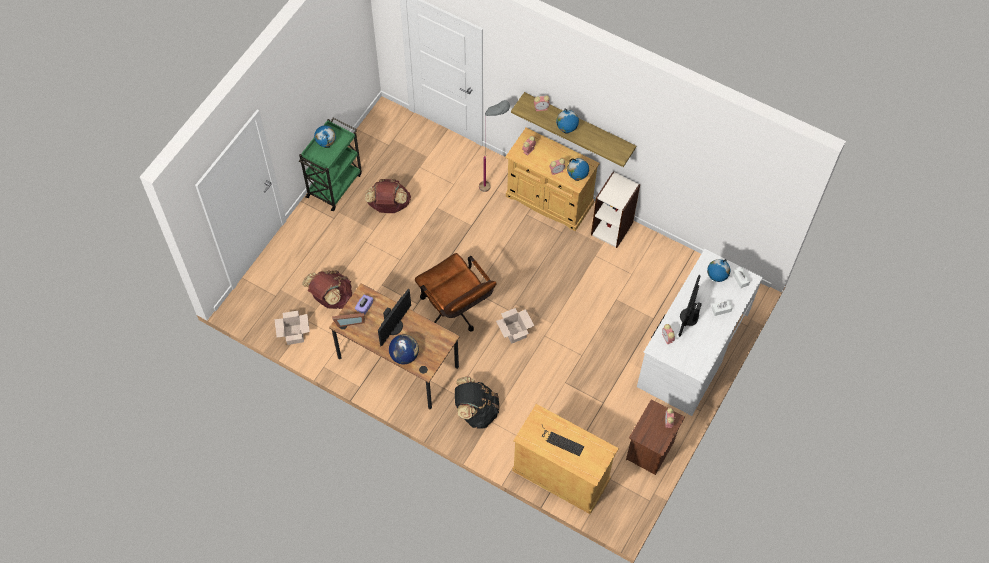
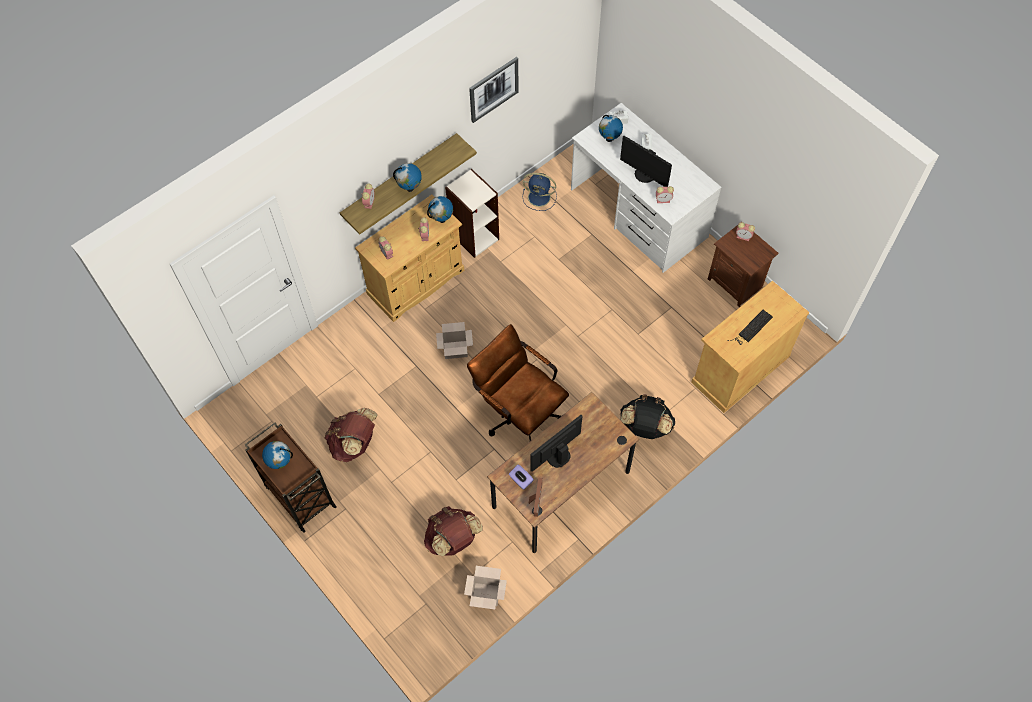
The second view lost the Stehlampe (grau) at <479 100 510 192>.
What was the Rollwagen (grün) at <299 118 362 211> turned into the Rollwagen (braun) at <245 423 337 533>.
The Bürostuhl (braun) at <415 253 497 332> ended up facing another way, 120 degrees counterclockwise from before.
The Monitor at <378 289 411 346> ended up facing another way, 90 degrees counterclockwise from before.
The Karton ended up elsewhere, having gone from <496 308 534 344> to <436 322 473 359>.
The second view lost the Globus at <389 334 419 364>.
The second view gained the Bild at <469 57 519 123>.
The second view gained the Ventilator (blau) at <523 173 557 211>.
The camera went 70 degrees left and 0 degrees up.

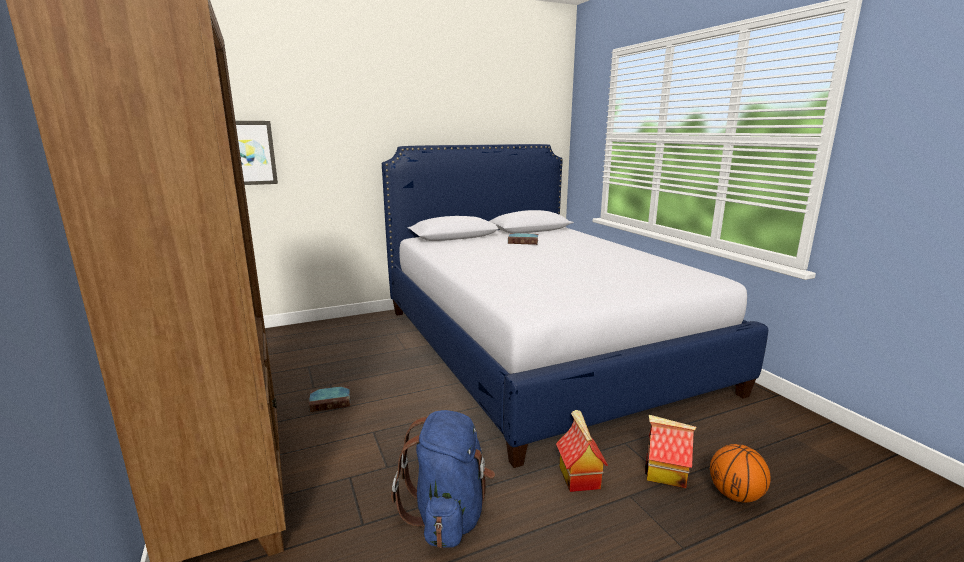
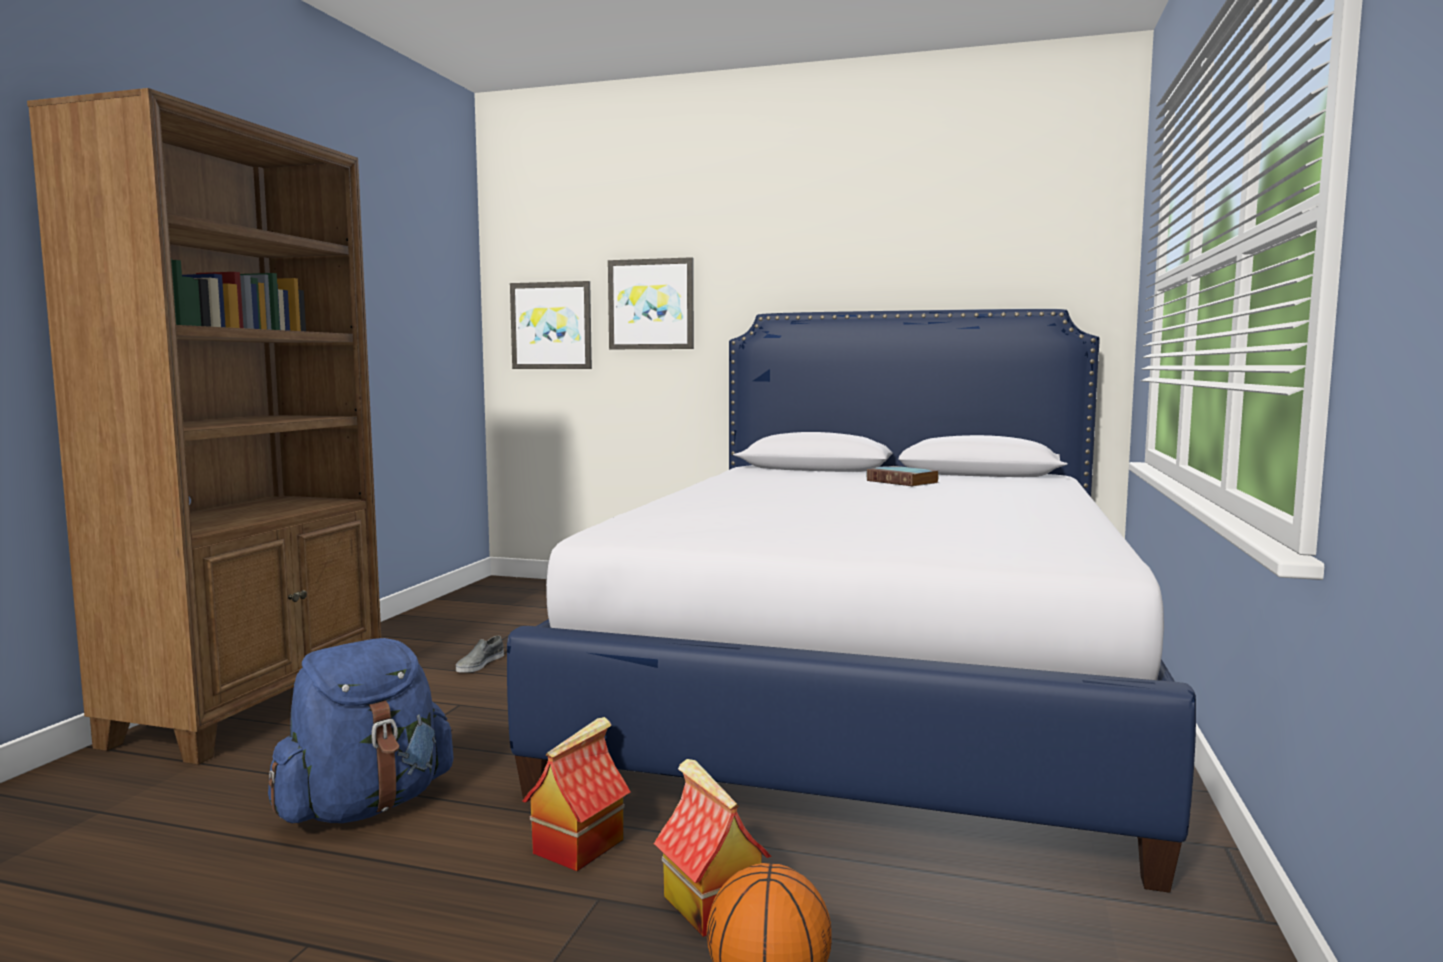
Where the Buch stood at <309 386 350 412>, the Schuh (grau) came to stand at <456 636 504 673>.
The second view gained the Bild at <608 257 694 349>.
The camera went 40 degrees right and 10 degrees down.

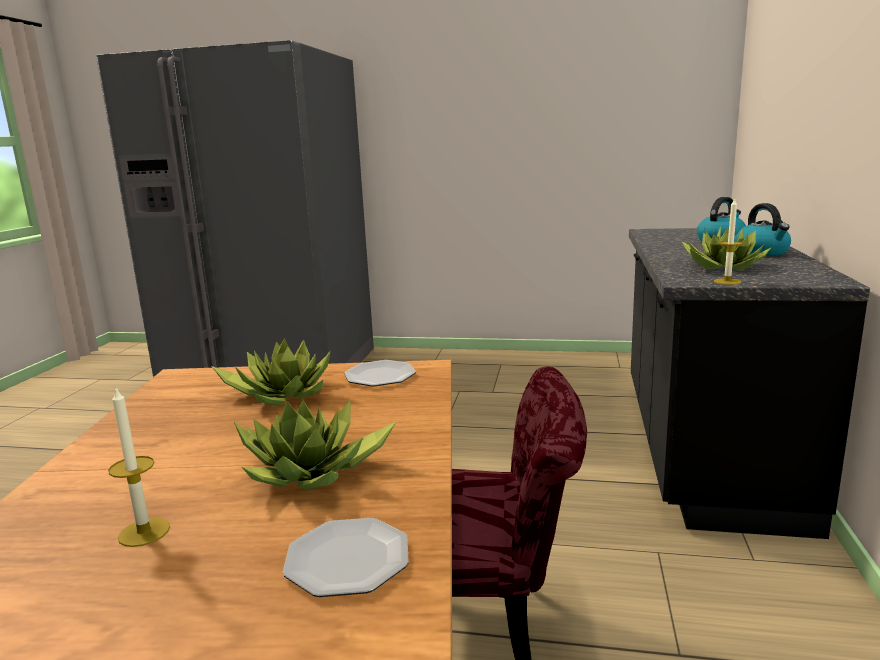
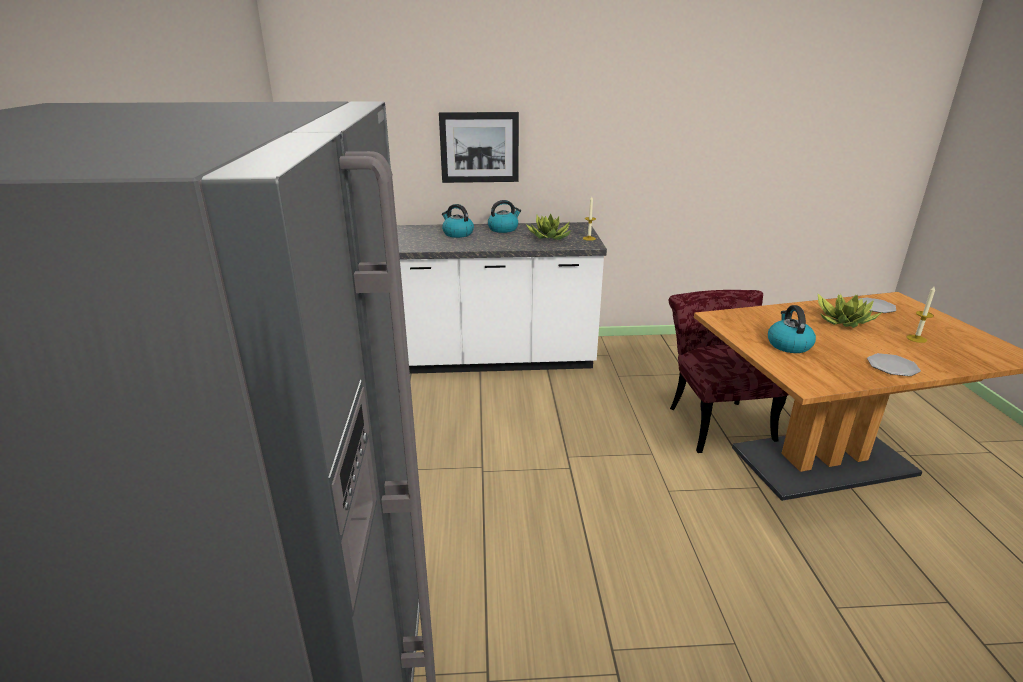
What was the Küchenzeile (schwarz) at <629 228 870 539> turned into the Küchenzeile (weiß) at <397 222 607 374>.
Where the Topfpflanze stood at <212 338 330 405>, the Wasserkessel came to stand at <768 305 816 353>.
The Teller ended up elsewhere, having gone from <344 360 416 386> to <867 353 921 376>.
The second view gained the Bild at <439 112 519 183>.
The camera went 105 degrees left and 10 degrees up.

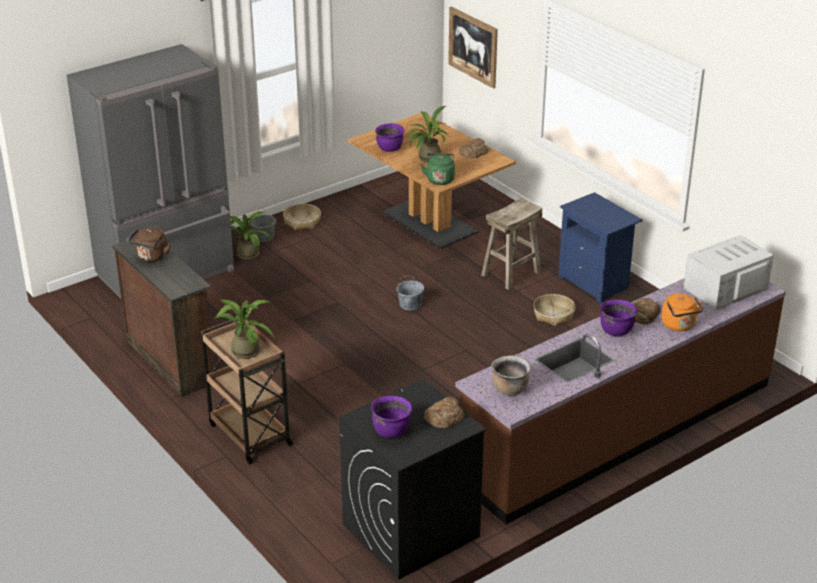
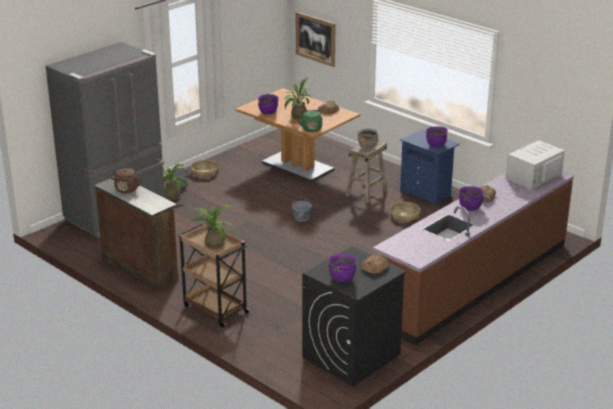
The second view lost the Wasserkessel (orange) at <661 293 703 331>.
The Kochtopf (braun) ended up elsewhere, having gone from <491 356 531 396> to <357 128 379 149>.
The second view gained the Kochtopf (lila) at <426 126 448 147>.
The camera went 10 degrees left and 5 degrees down.

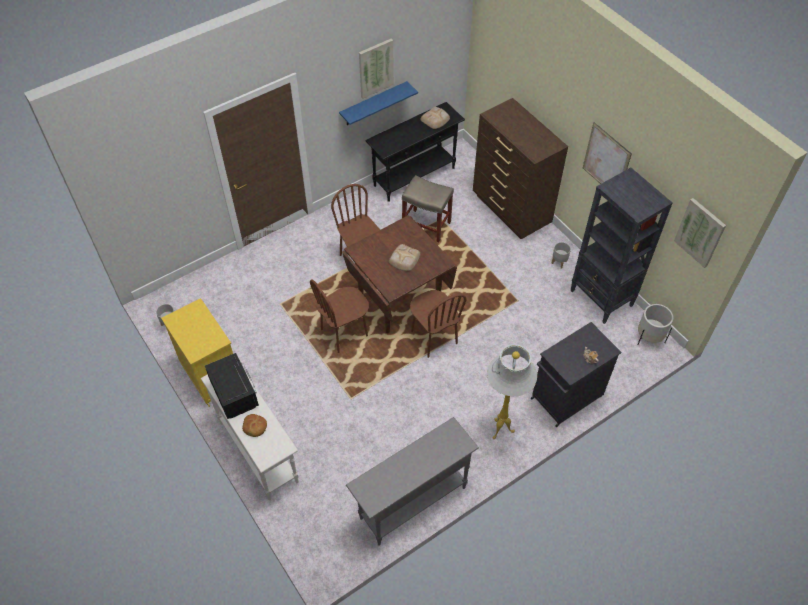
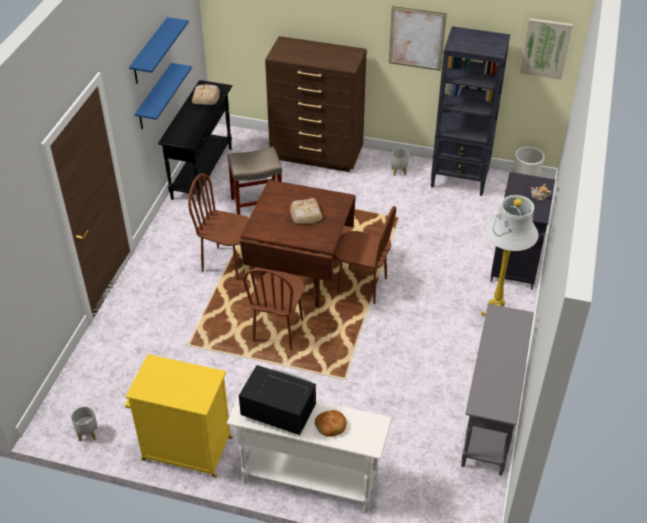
Where the Bild hung at <359 39 394 99>, the Wandregal (blau) came to hang at <129 17 189 84>.
The camera went 40 degrees left and 10 degrees down.

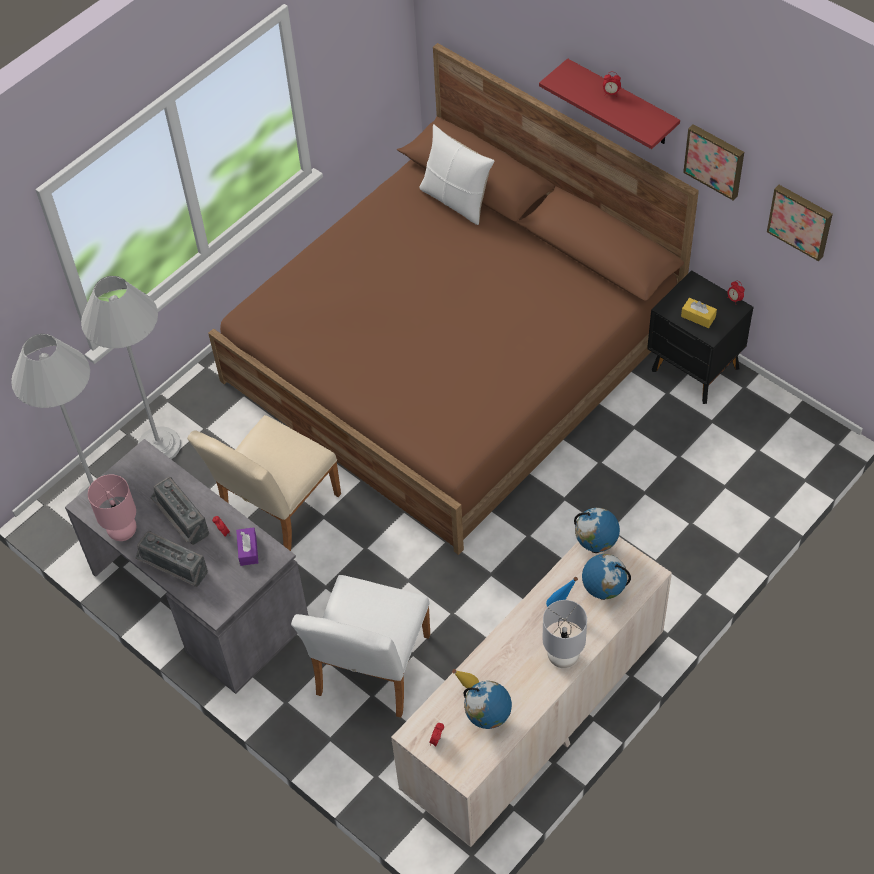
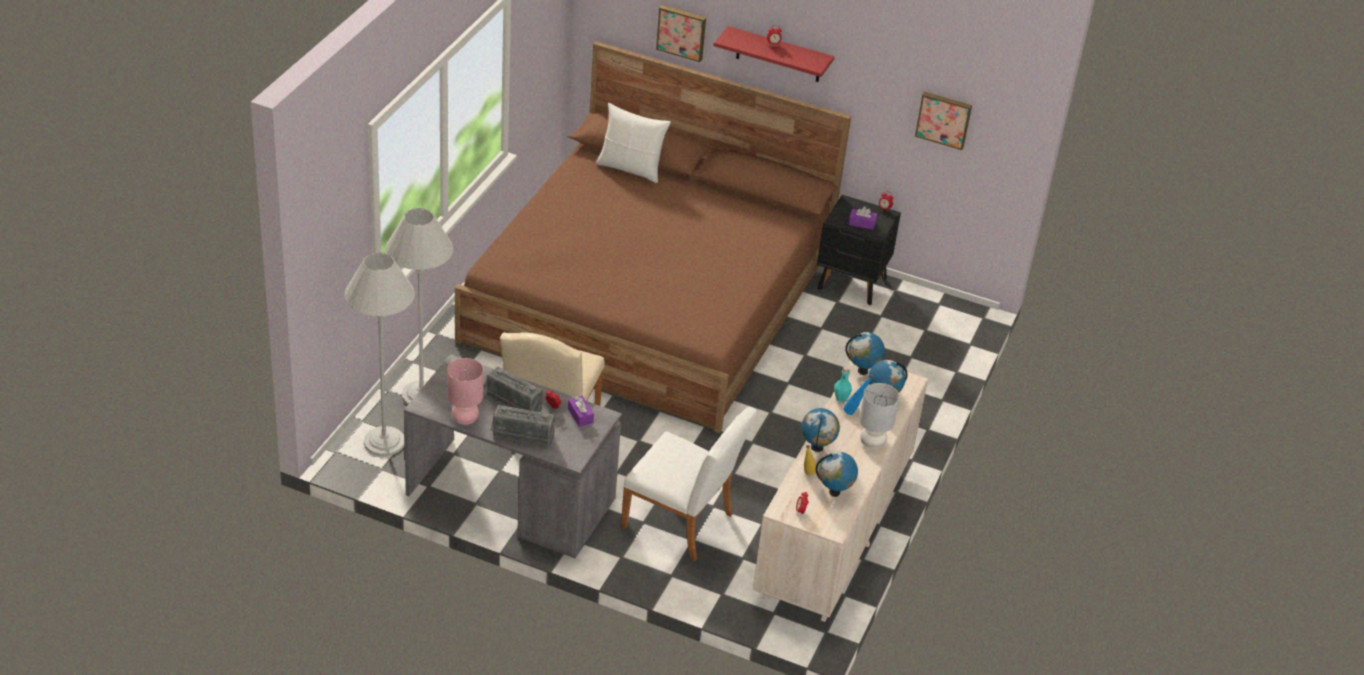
The Bild ended up elsewhere, having gone from <683 124 744 200> to <656 5 706 62>.
What was the Taschentuchbox (gelb) at <681 298 717 328> turned into the Taschentuchbox (lila) at <849 207 877 230>.
The Stuhl (weiß) at <291 575 430 718> ended up facing another way, 60 degrees counterclockwise from before.
The second view gained the Flasche (türkis) at <834 366 852 402>.
The second view gained the Globus at <801 408 840 452>.
The camera went 25 degrees left and 15 degrees down.

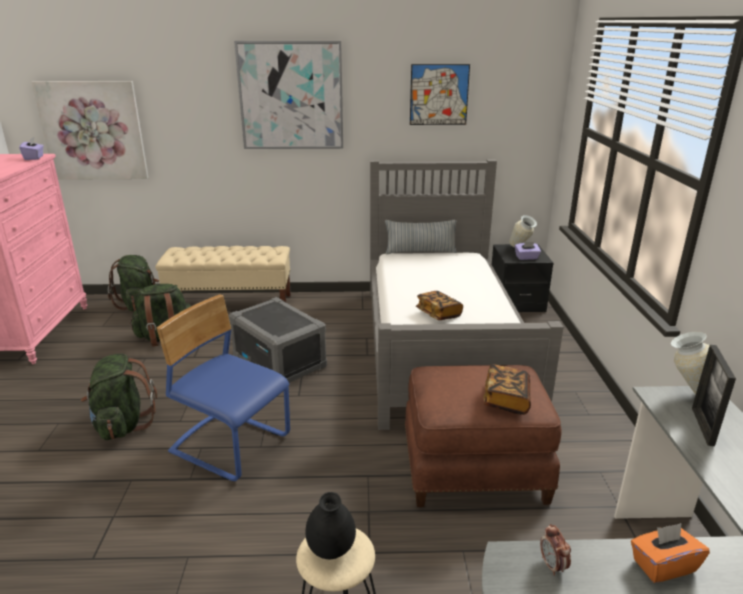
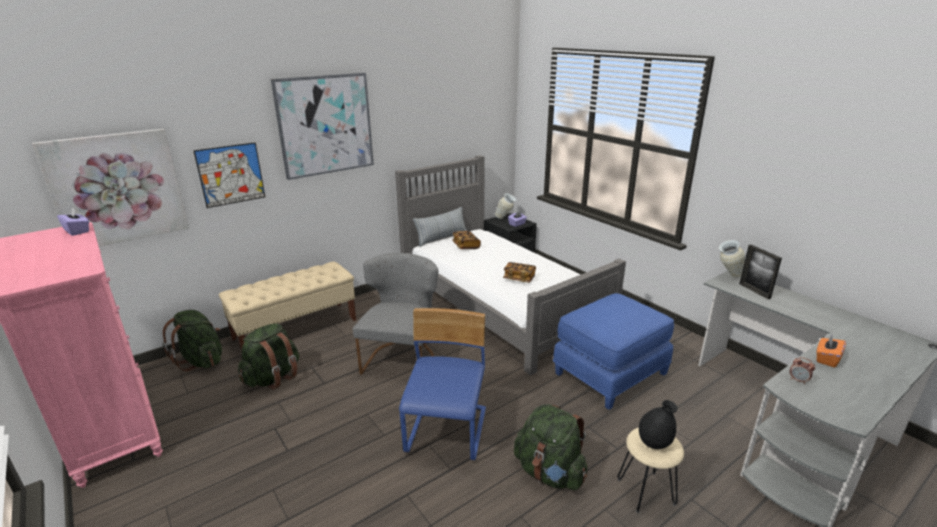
The Bild ended up elsewhere, having gone from <410 64 470 125> to <193 142 265 208>.
The Stuhl (blau) at <157 294 290 481> ended up facing another way, 105 degrees clockwise from before.
Where the Aufbewahrungsbox (grau) stood at <229 297 327 383>, the Stuhl (grau) came to stand at <353 253 438 375>.
The Rucksack (grün) ended up elsewhere, having gone from <81 354 157 440> to <514 404 587 491>.
The Buch ended up elsewhere, having gone from <483 364 531 415> to <452 231 481 249>.
What was the Polsterhocker (braun) at <405 365 562 507> turned into the Polsterhocker (blau) at <553 293 674 410>.
The camera went 35 degrees left and 0 degrees up.

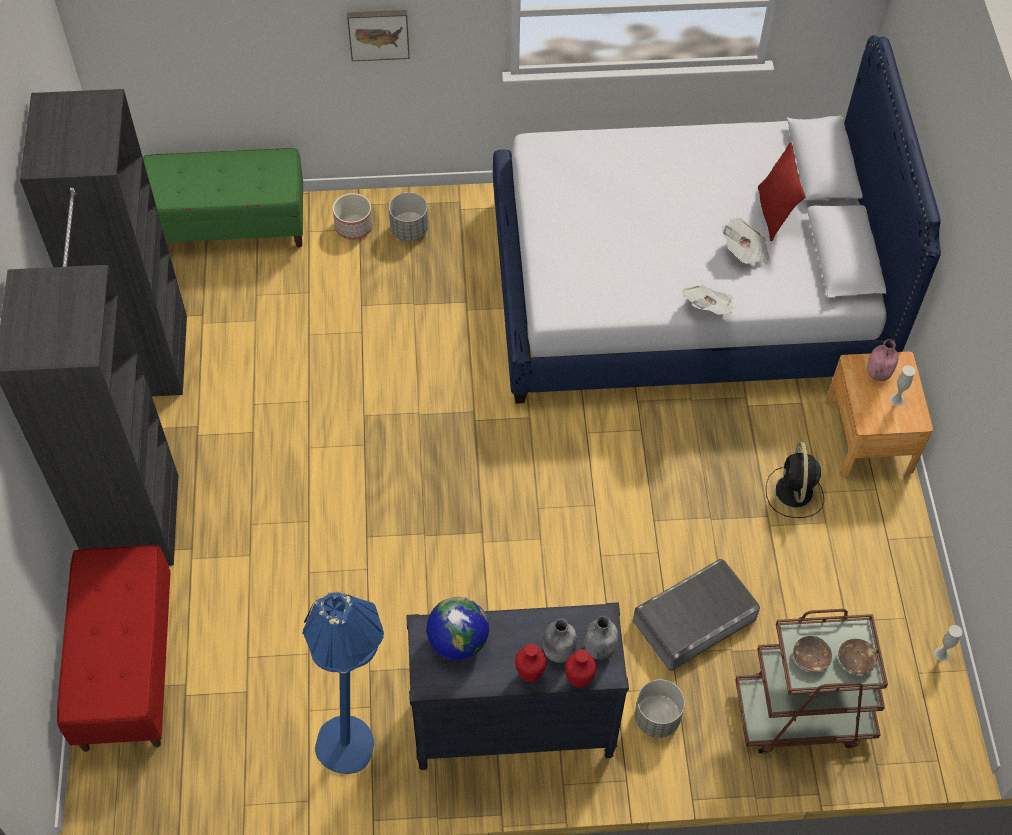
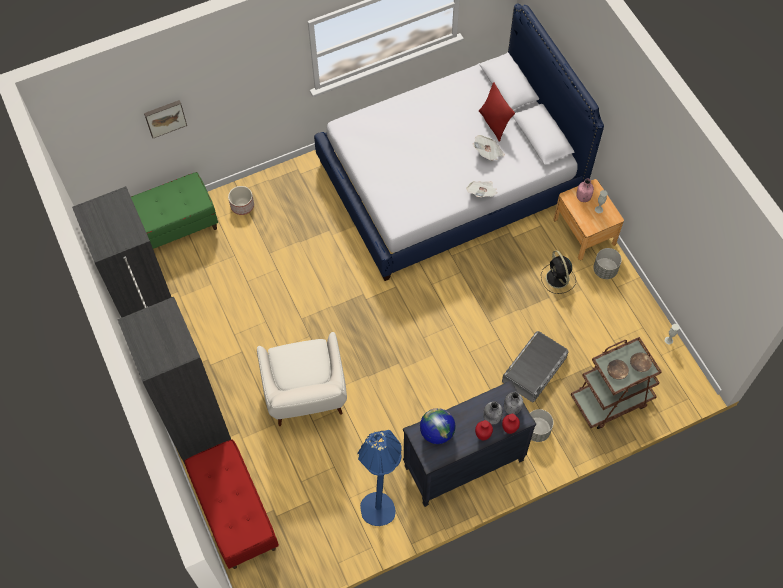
The Bild ended up elsewhere, having gone from <347 10 410 61> to <144 100 187 138>.
The Pflanzkübel (grau) ended up elsewhere, having gone from <389 192 428 241> to <593 248 622 279>.
The second view gained the Sessel (weiß) at <257 332 347 426>.
The camera went 20 degrees left and 5 degrees up.

